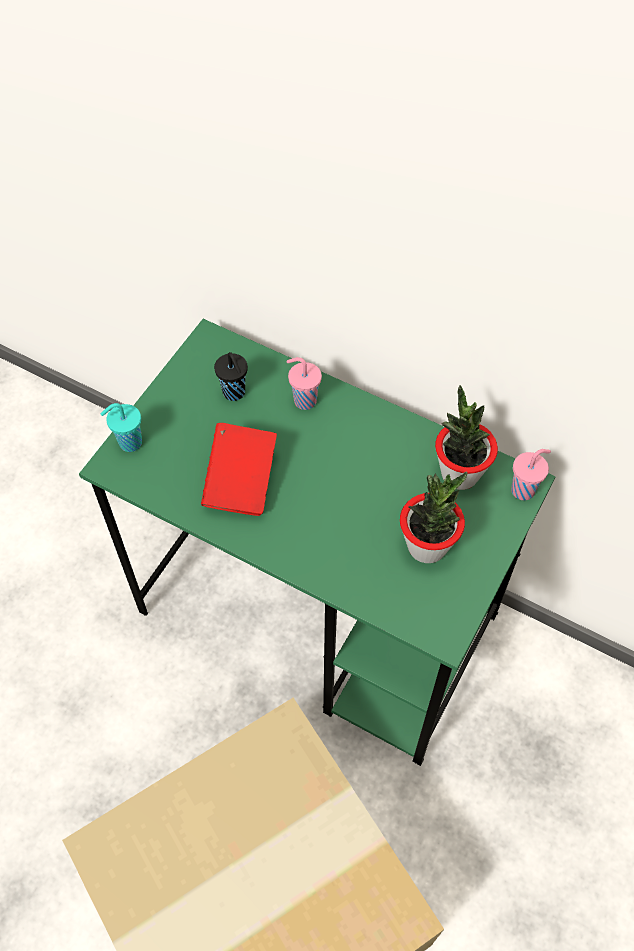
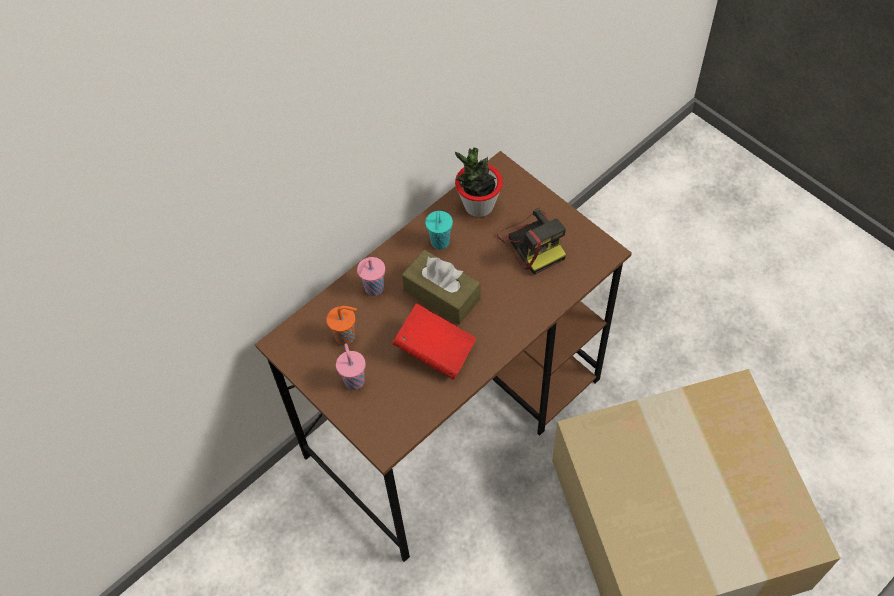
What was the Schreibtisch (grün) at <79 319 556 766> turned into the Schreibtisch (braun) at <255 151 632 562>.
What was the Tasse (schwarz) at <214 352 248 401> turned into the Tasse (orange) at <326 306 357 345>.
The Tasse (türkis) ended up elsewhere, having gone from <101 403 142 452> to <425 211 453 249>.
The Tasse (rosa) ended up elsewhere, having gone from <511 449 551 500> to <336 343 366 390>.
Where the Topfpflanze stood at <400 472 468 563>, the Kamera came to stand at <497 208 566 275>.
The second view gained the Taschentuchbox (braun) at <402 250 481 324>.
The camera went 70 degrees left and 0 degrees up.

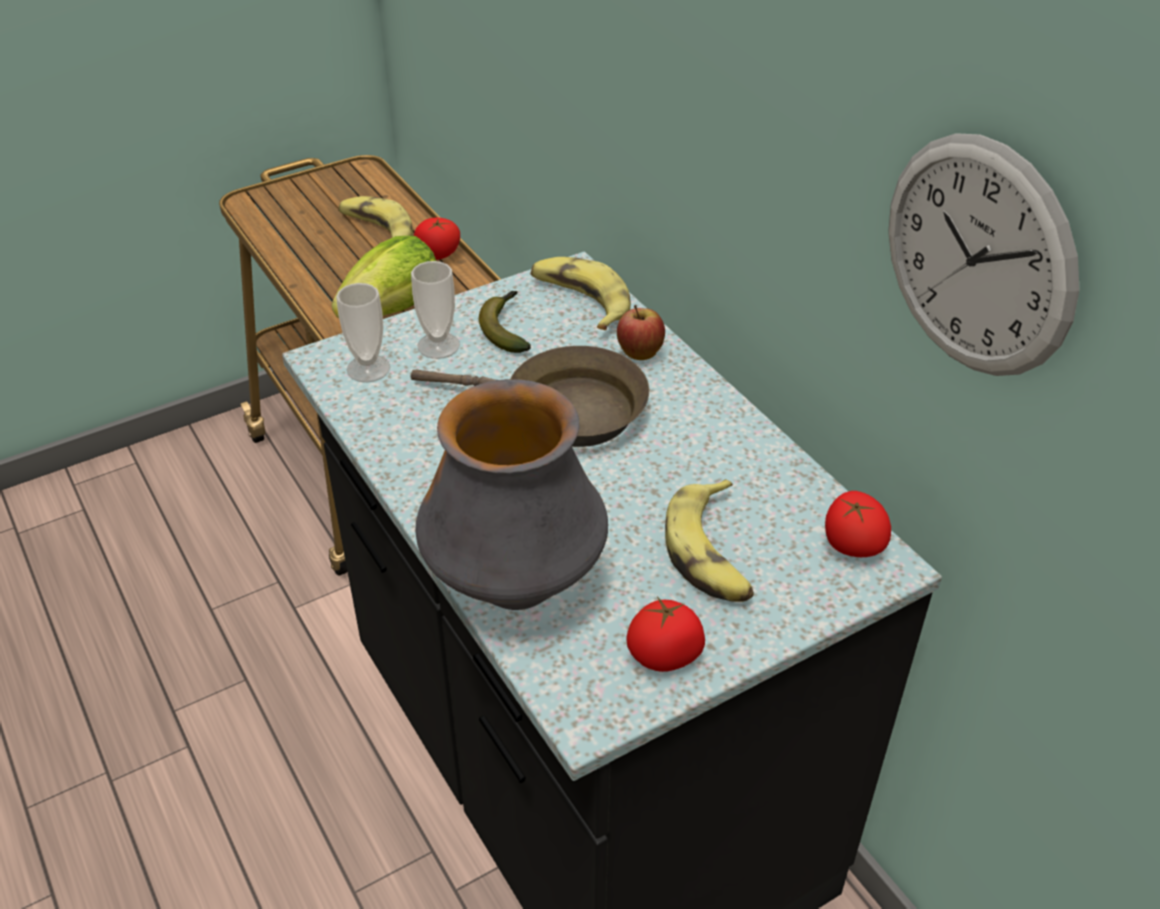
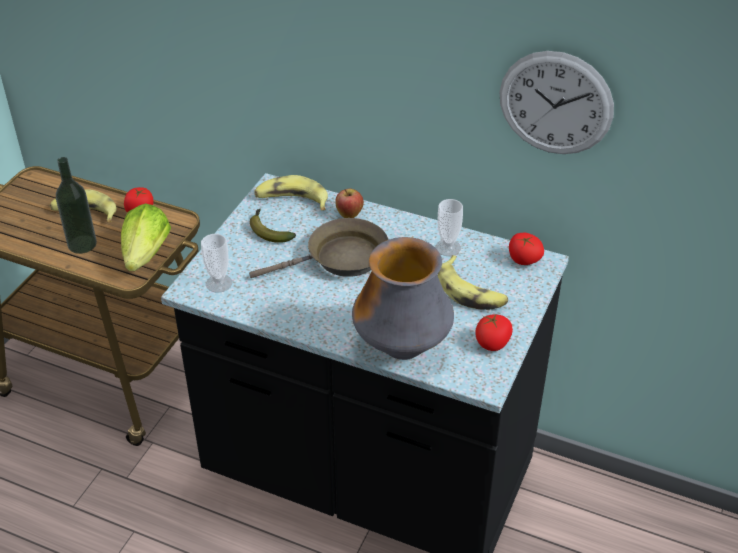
The Tasse ended up elsewhere, having gone from <411 261 460 359> to <435 199 463 256>.
The second view gained the Flasche at <56 157 97 254>.
The camera went 35 degrees left and 0 degrees up.

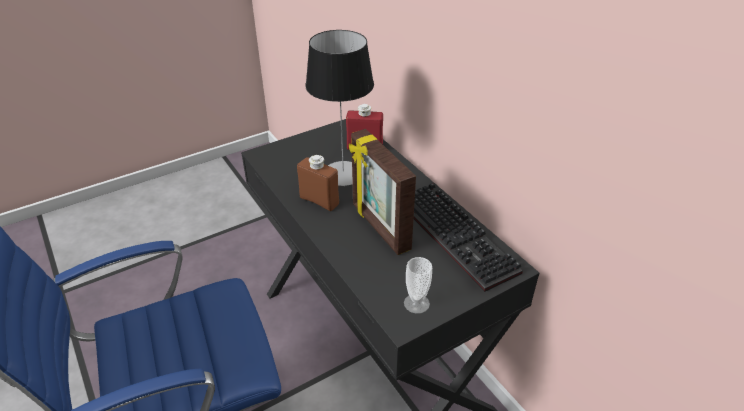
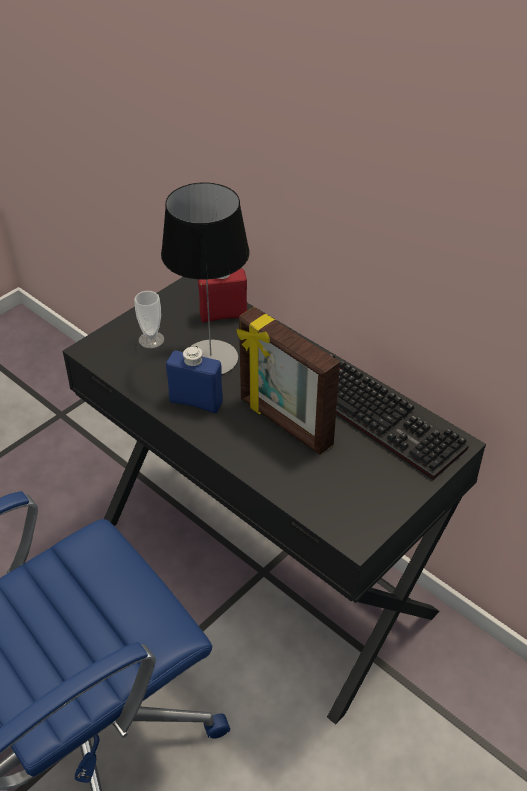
What was the Flasche (braun) at <297 155 339 211> turned into the Flasche (blau) at <166 346 223 413>.
The Tasse ended up elsewhere, having gone from <404 257 432 314> to <134 291 164 348>.
The camera went 15 degrees left and 5 degrees up.

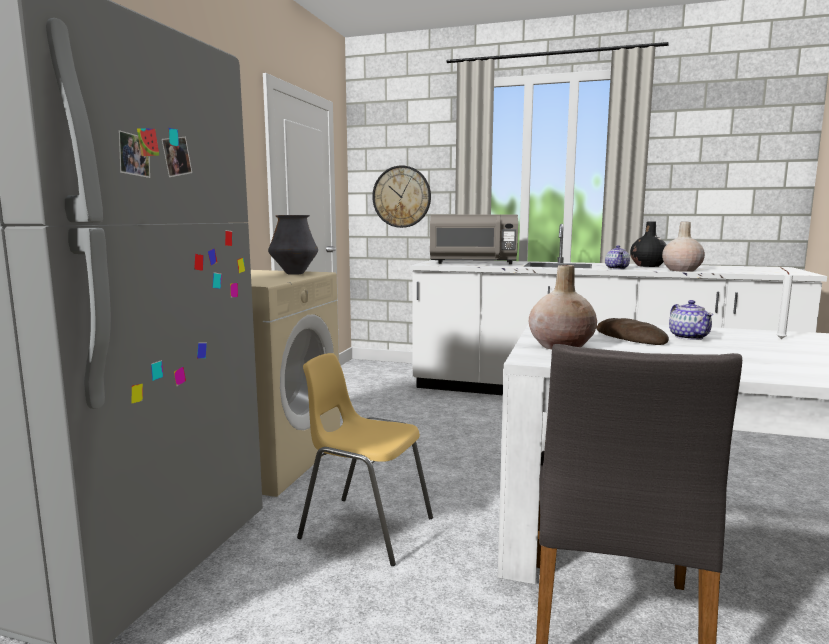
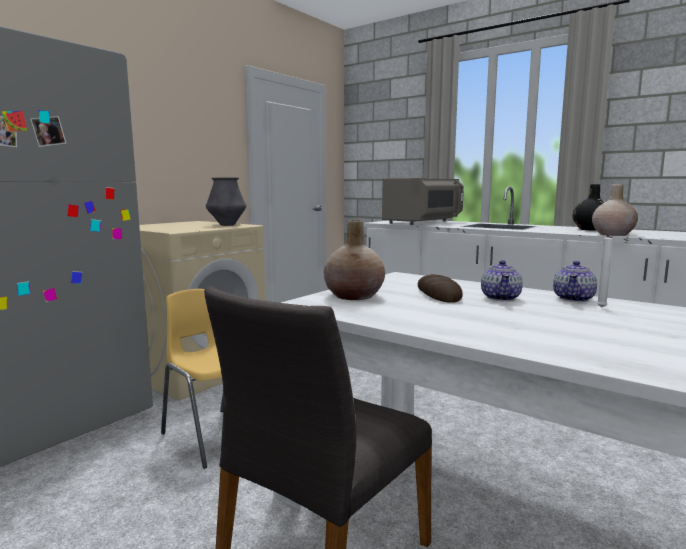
The second view lost the Wanduhr at <372 165 431 228>.
The Mikrowelle (grau) at <430 214 518 264> ended up facing another way, 75 degrees counterclockwise from before.
The Teekanne ended up elsewhere, having gone from <605 245 630 269> to <553 261 597 302>.
The camera went 20 degrees right and 0 degrees up.

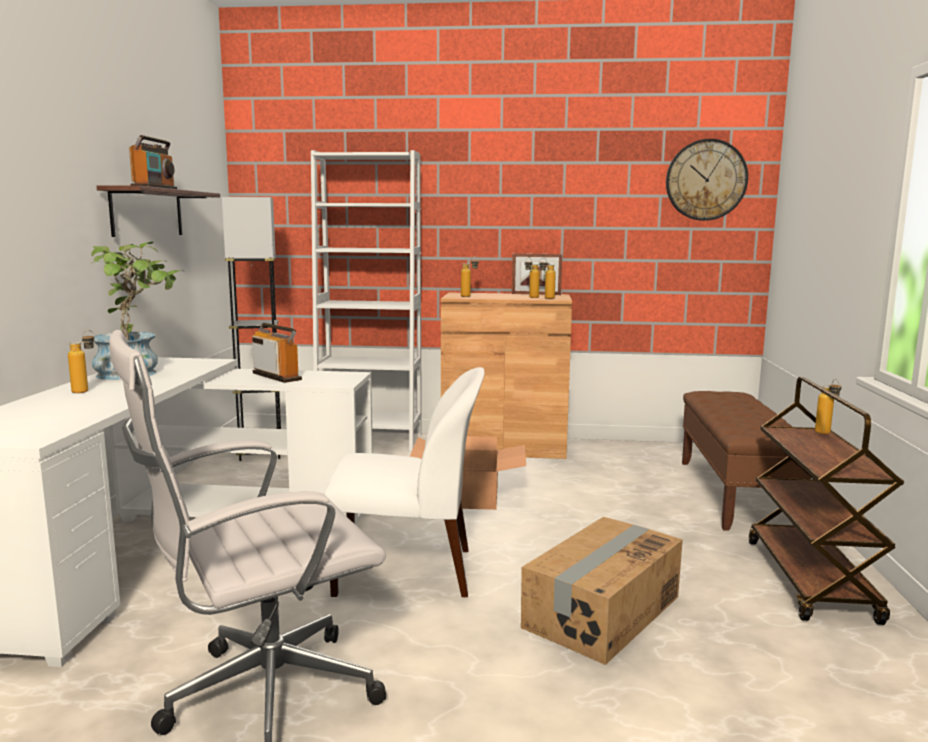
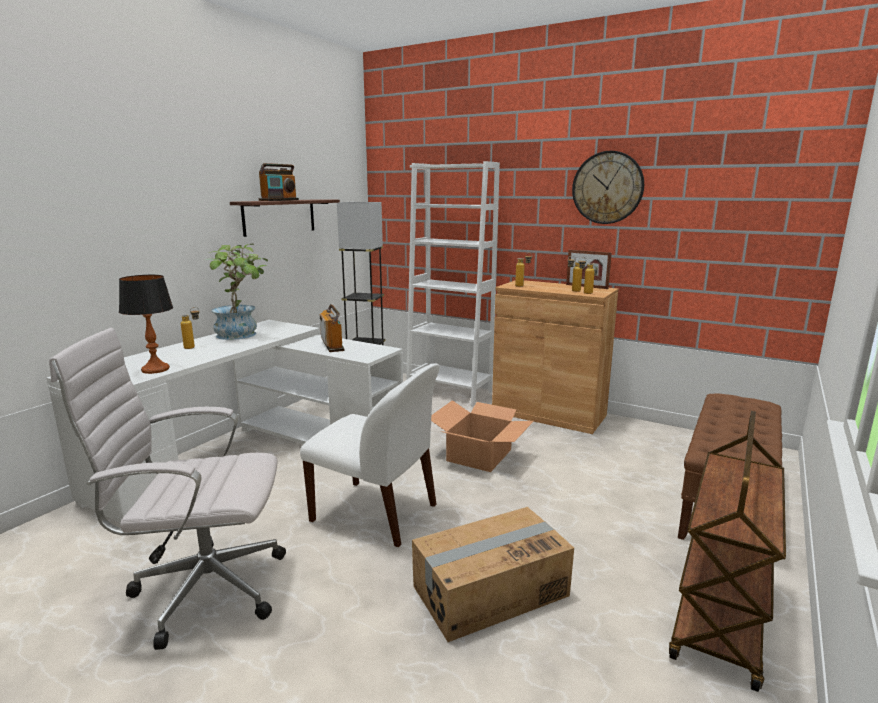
The Wanduhr ended up elsewhere, having gone from <666 139 748 221> to <572 151 644 224>.
The second view lost the Flasche at <815 379 842 434>.
The second view gained the Tischlampe at <119 275 173 374>.
The camera went 25 degrees right and 5 degrees up.

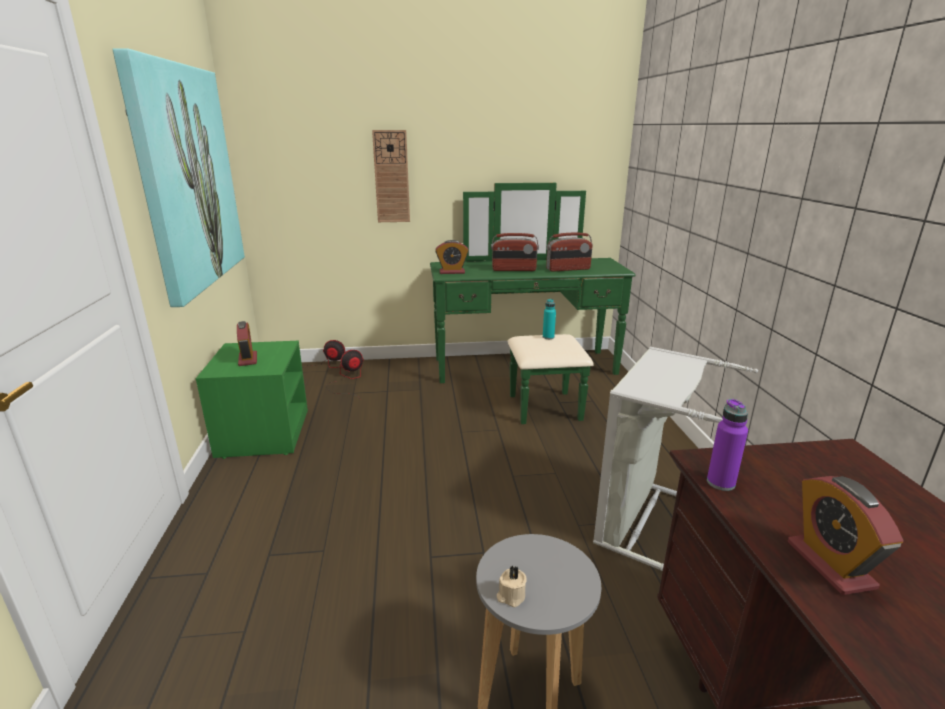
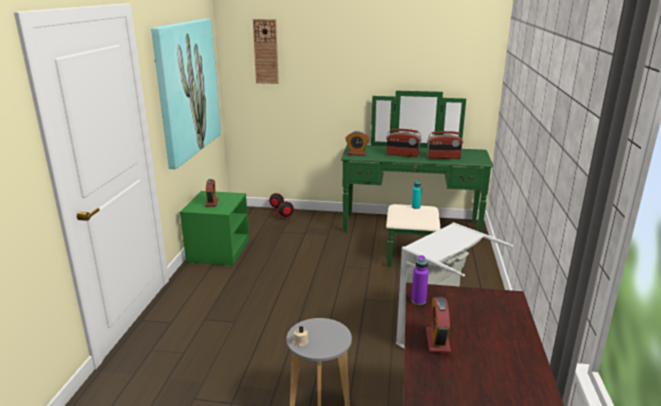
The Wanduhr ended up elsewhere, having gone from <372 130 410 222> to <253 19 279 84>.
The camera went 15 degrees right and 0 degrees up.

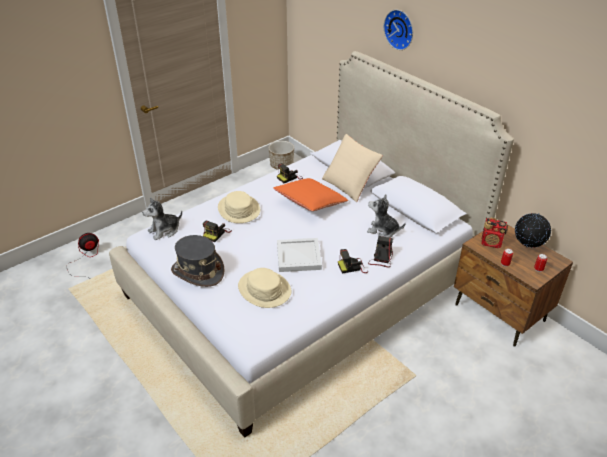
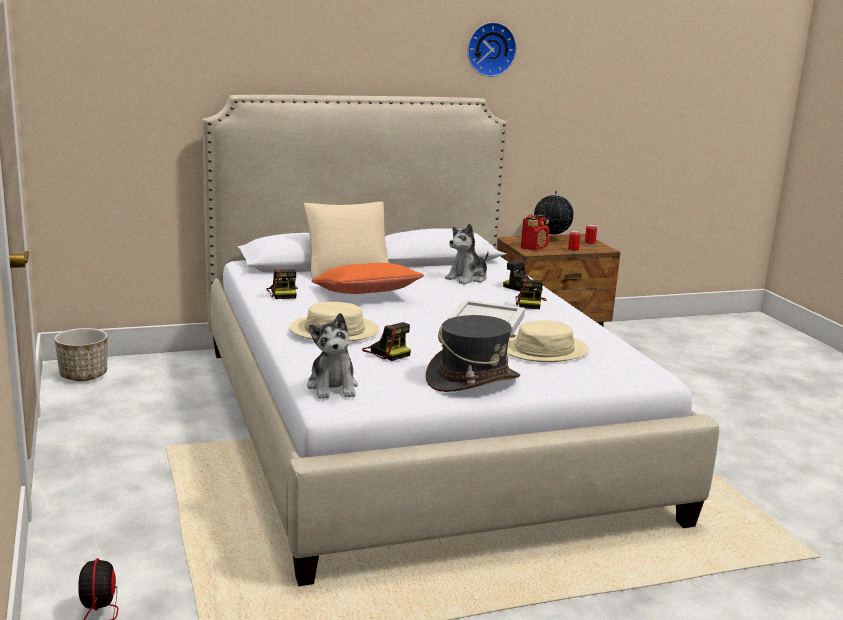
The Wanduhr ended up elsewhere, having gone from <384 10 413 50> to <467 22 517 77>.
The camera went 70 degrees left and 20 degrees down.

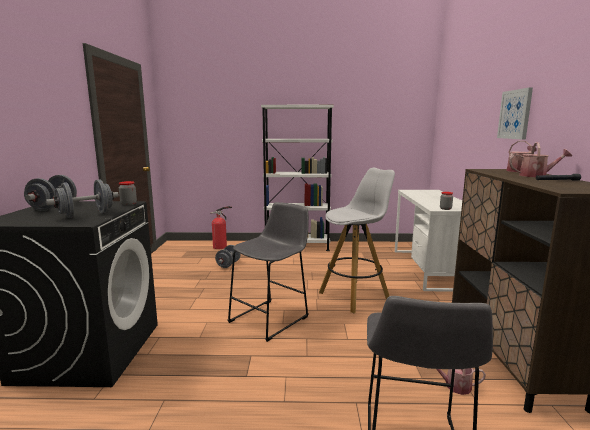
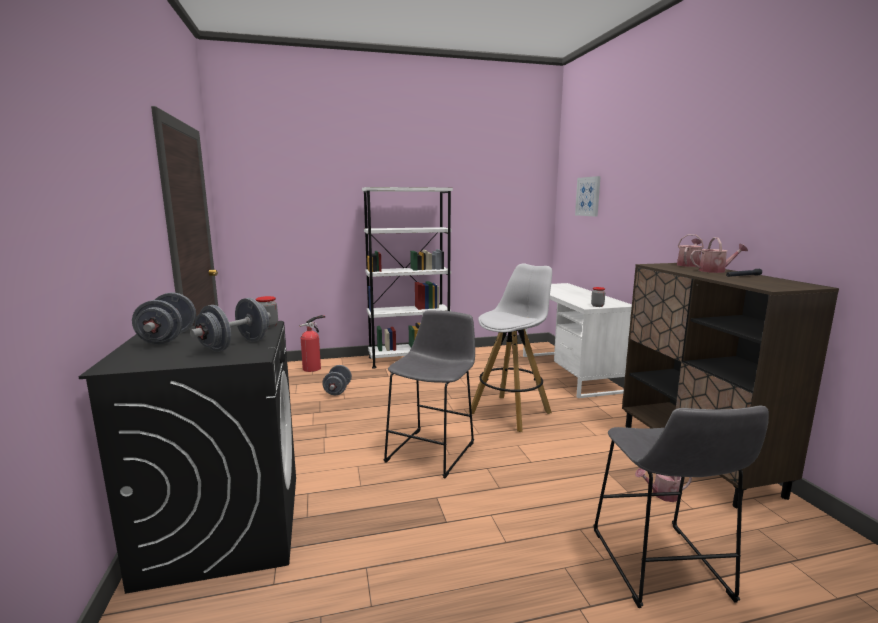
The Bild ended up elsewhere, having gone from <497 87 533 139> to <575 176 601 217>.
The camera went 15 degrees left and 0 degrees up.

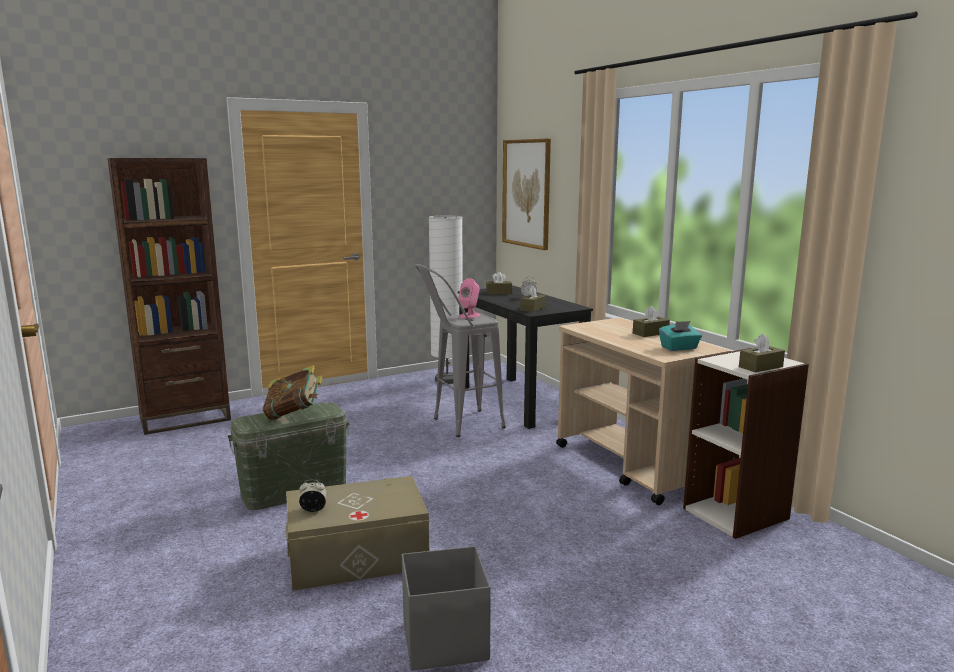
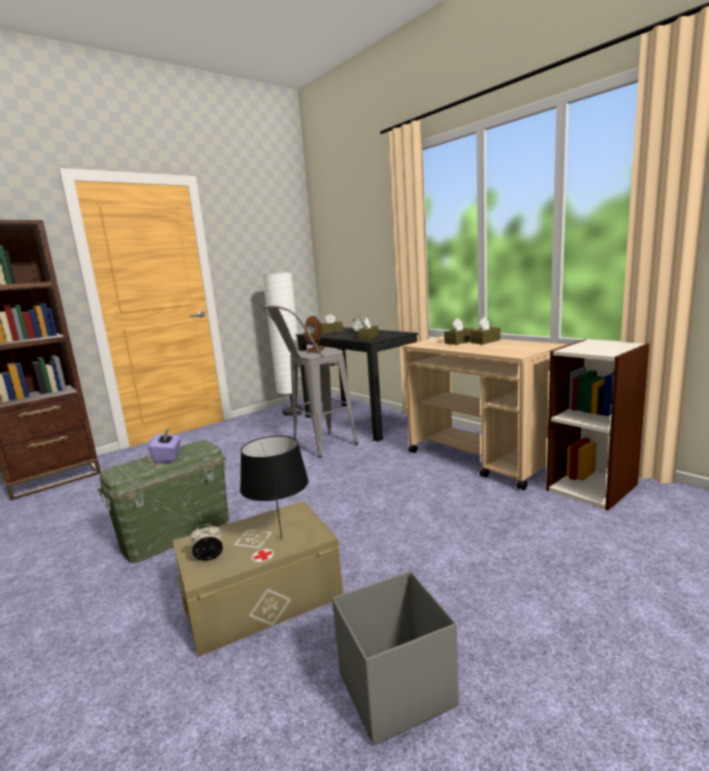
The second view lost the Bild at <502 139 551 250>.
What was the Lautsprecher (rosa) at <458 278 480 319> turned into the Lautsprecher (braun) at <304 316 325 352>.
The second view lost the Taschentuchbox (türkis) at <659 321 702 351>.
The Taschentuchbox (braun) ended up elsewhere, having gone from <739 333 785 372> to <444 318 474 345>.
Where the Buch stood at <263 365 322 420>, the Taschentuchbox (lila) came to stand at <148 427 181 464>.
The second view gained the Tischlampe (schwarz) at <240 436 309 539>.
The camera went 10 degrees left and 0 degrees up.

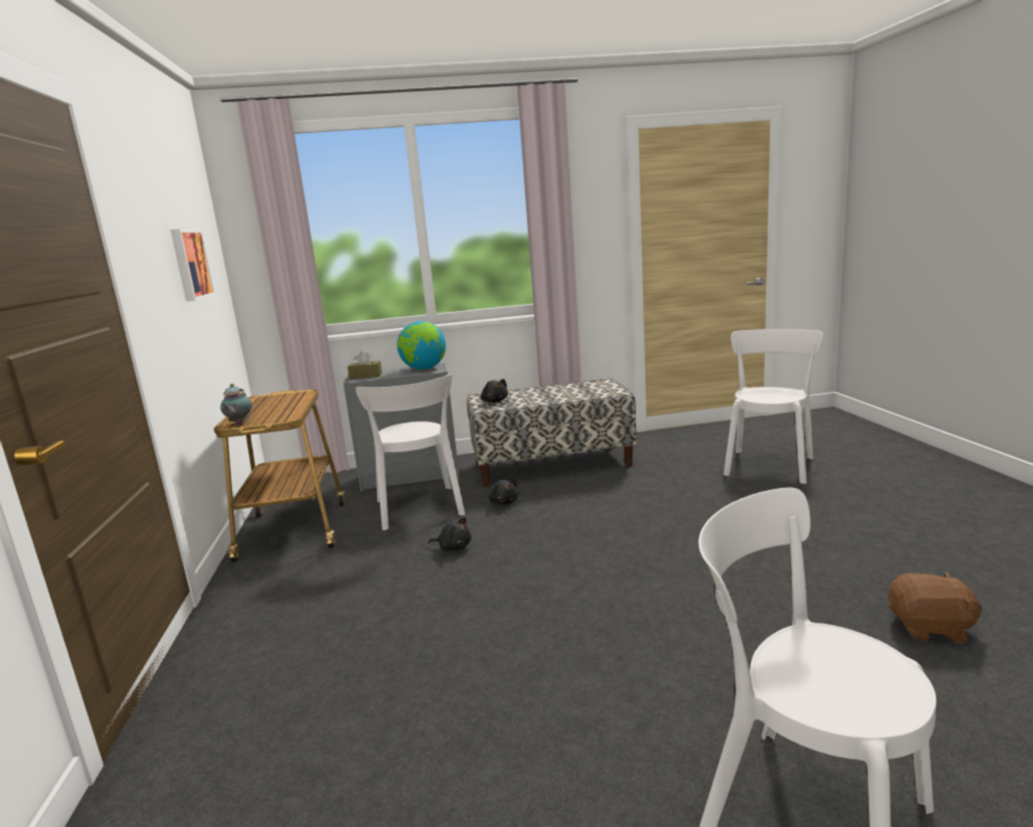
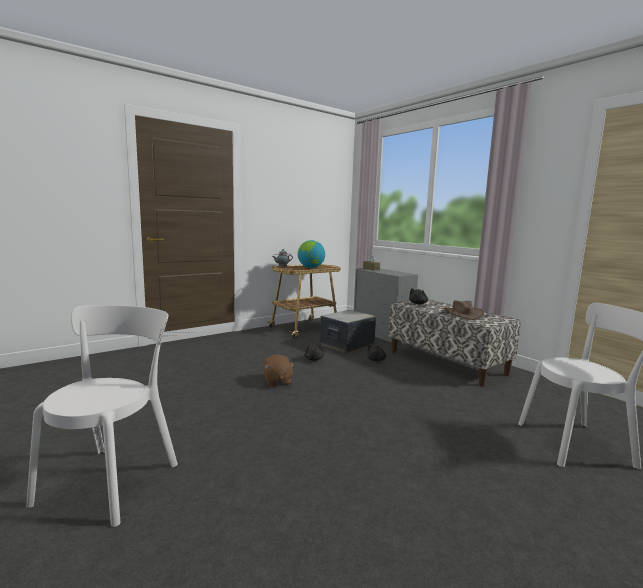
The second view lost the Bild at <170 229 216 302>.
The Globus ended up elsewhere, having gone from <397 321 446 370> to <298 240 325 268>.
Where the Stuhl (weiß) stood at <356 374 465 530>, the Aufbewahrungsbox came to stand at <320 310 376 353>.
The Plüschtier (braun) ended up elsewhere, having gone from <888 572 983 643> to <263 354 295 387>.
The second view gained the Hut (braun) at <443 300 484 320>.
The camera went 60 degrees right and 5 degrees down.

